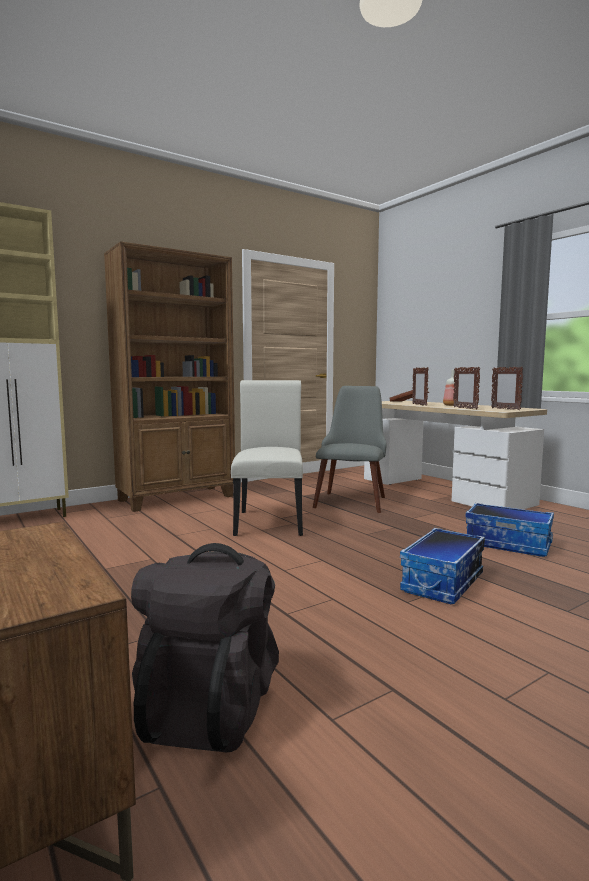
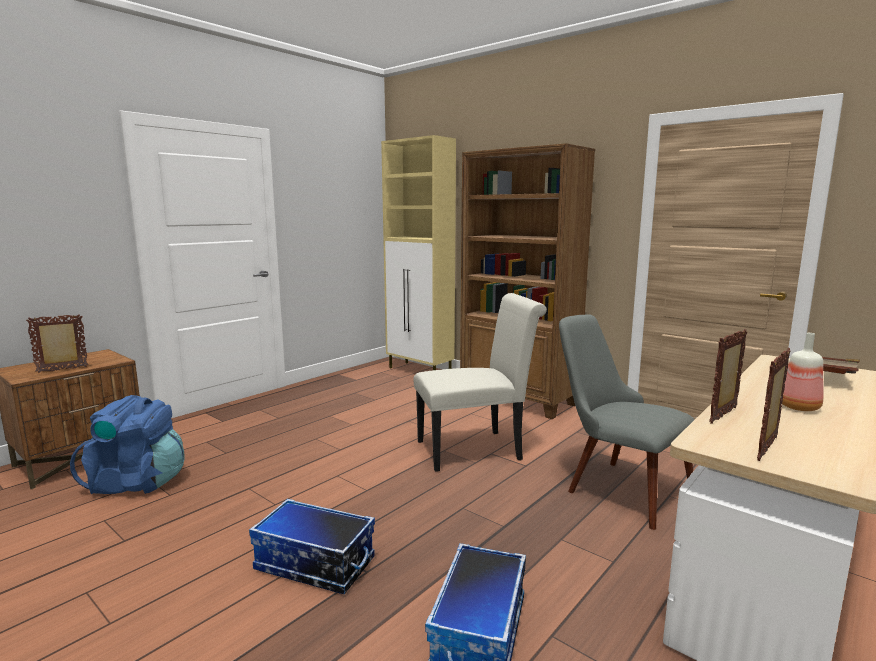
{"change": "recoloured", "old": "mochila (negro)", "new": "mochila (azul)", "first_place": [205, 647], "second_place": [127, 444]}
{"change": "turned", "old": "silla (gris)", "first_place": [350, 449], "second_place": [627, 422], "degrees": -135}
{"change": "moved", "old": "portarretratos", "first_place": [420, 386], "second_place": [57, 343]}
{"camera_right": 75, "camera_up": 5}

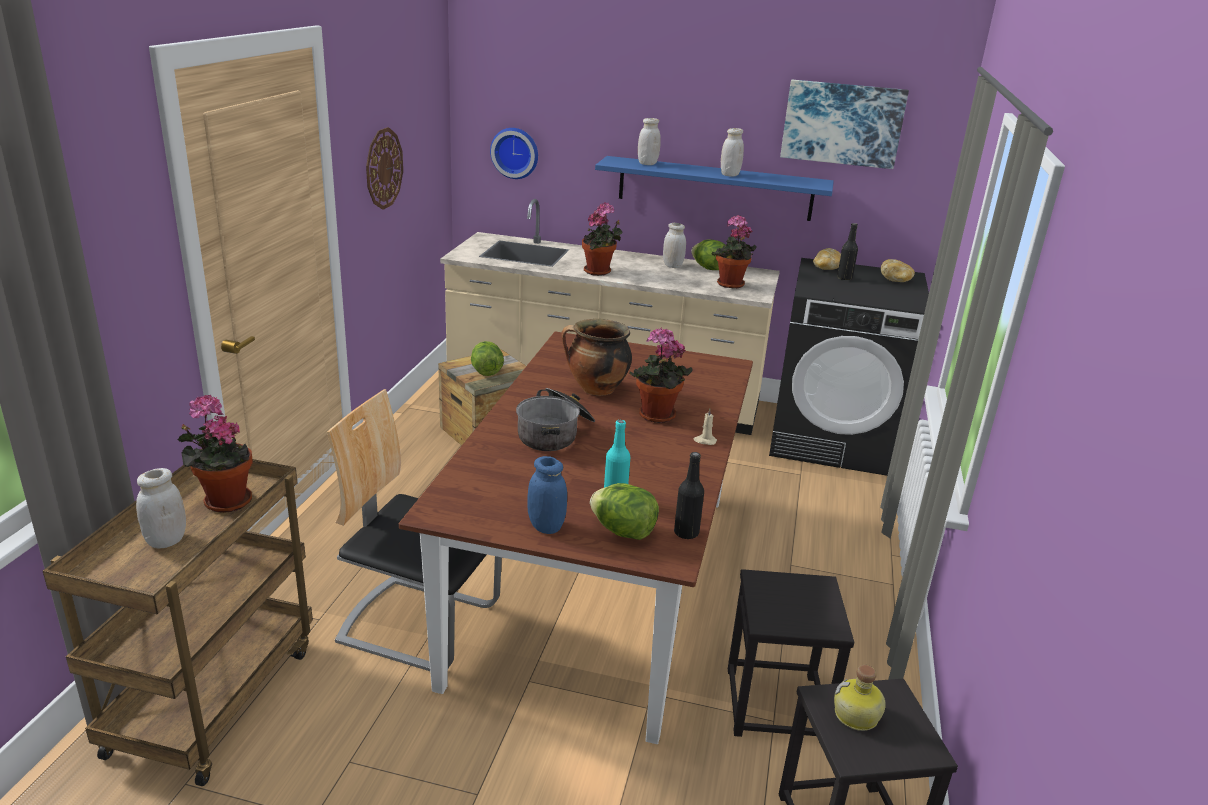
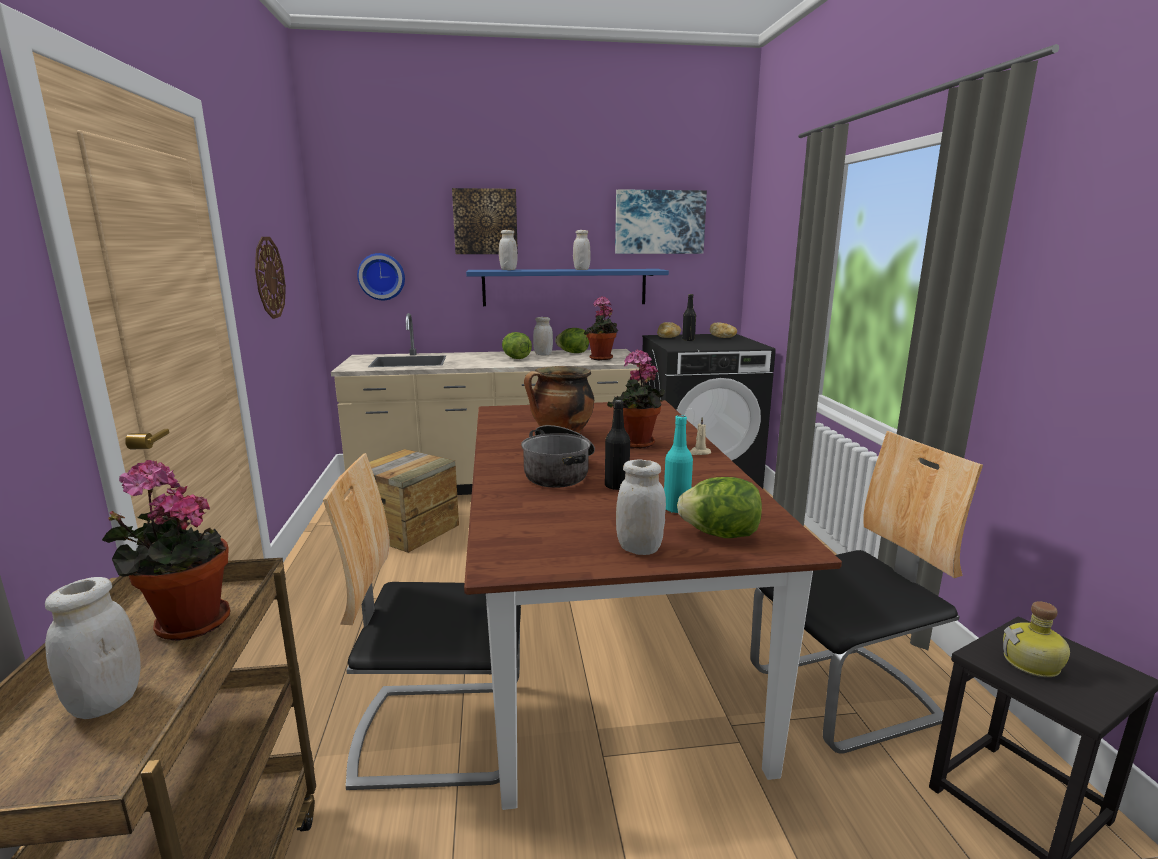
{"change": "moved", "old": "lechuga", "first_place": [487, 358], "second_place": [517, 345]}
{"change": "recoloured", "old": "tarro (azul)", "new": "tarro (blanco)", "first_place": [547, 495], "second_place": [641, 507]}
{"change": "removed", "old": "planta en maceta", "first_place": [602, 239]}
{"change": "moved", "old": "botella (negro)", "first_place": [689, 495], "second_place": [617, 445]}
{"change": "replaced", "old": "taburete (negro)", "new": "silla", "first_place": [791, 653], "second_place": [866, 592]}
{"change": "added", "new": "cuadro", "second_place": [485, 221]}
{"camera_right": -20, "camera_up": -10}

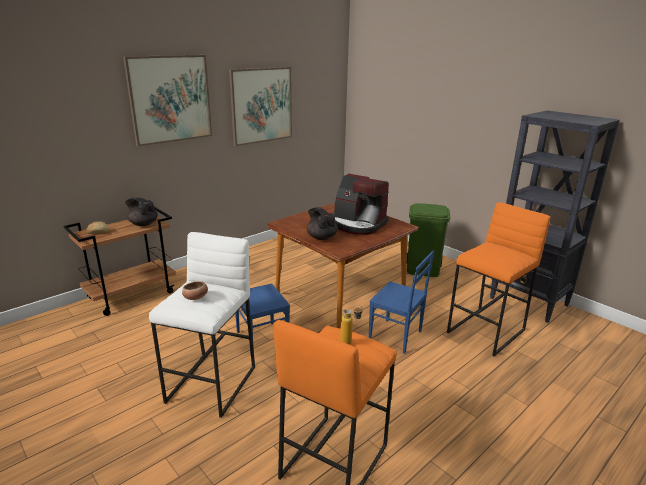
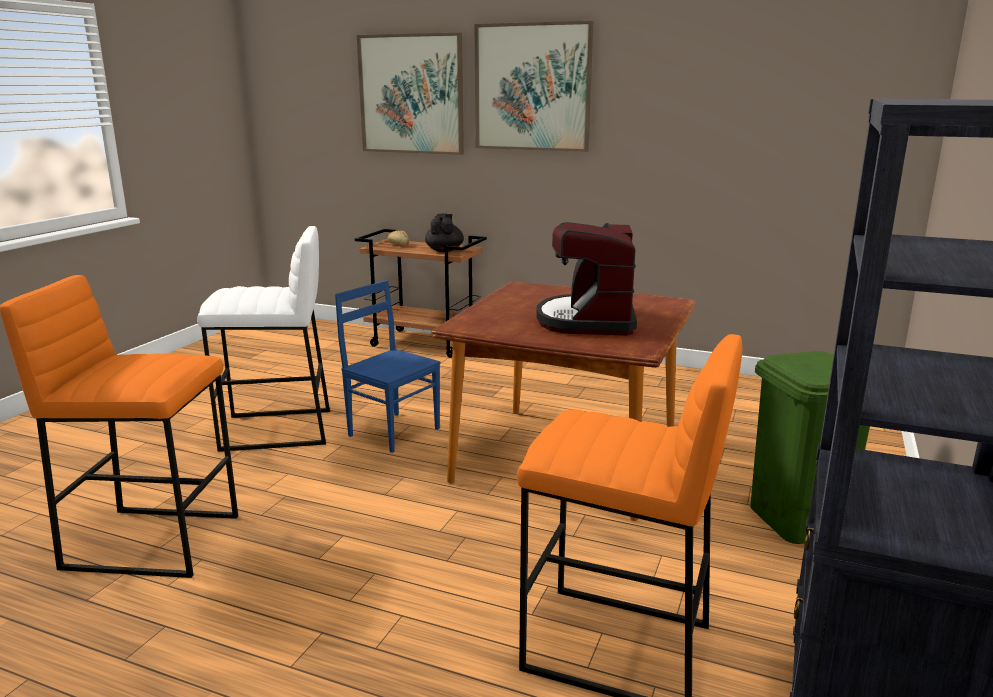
{"change": "removed", "old": "cuenco", "first_place": [195, 290]}
{"change": "moved", "old": "cuadro", "first_place": [260, 106], "second_place": [410, 94]}
{"change": "removed", "old": "tetera (negro)", "first_place": [322, 223]}
{"change": "removed", "old": "botella", "first_place": [351, 325]}
{"change": "removed", "old": "silla (azul)", "first_place": [401, 302]}
{"camera_right": 65, "camera_up": -5}

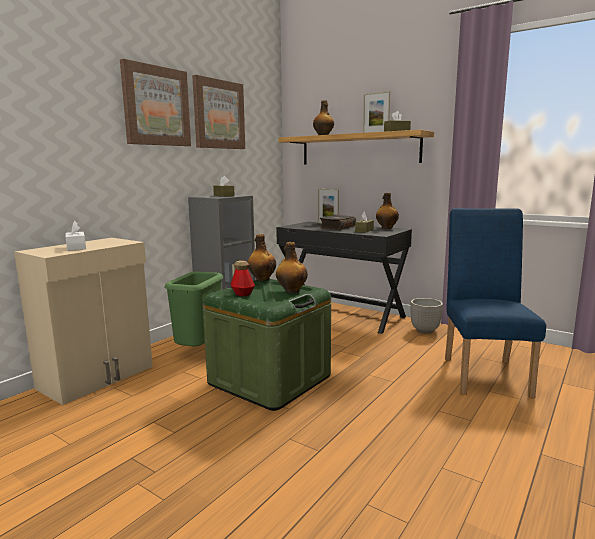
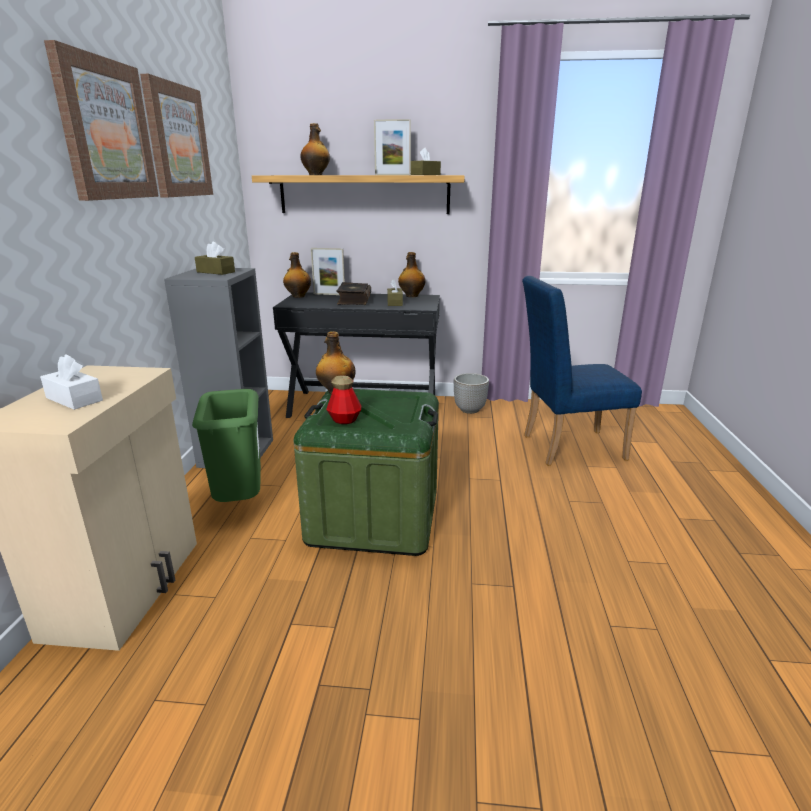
{"change": "moved", "old": "botella", "first_place": [292, 267], "second_place": [297, 275]}
{"change": "turned", "old": "silla (azul)", "first_place": [495, 303], "second_place": [582, 371], "degrees": -75}
{"camera_right": -30, "camera_up": 10}

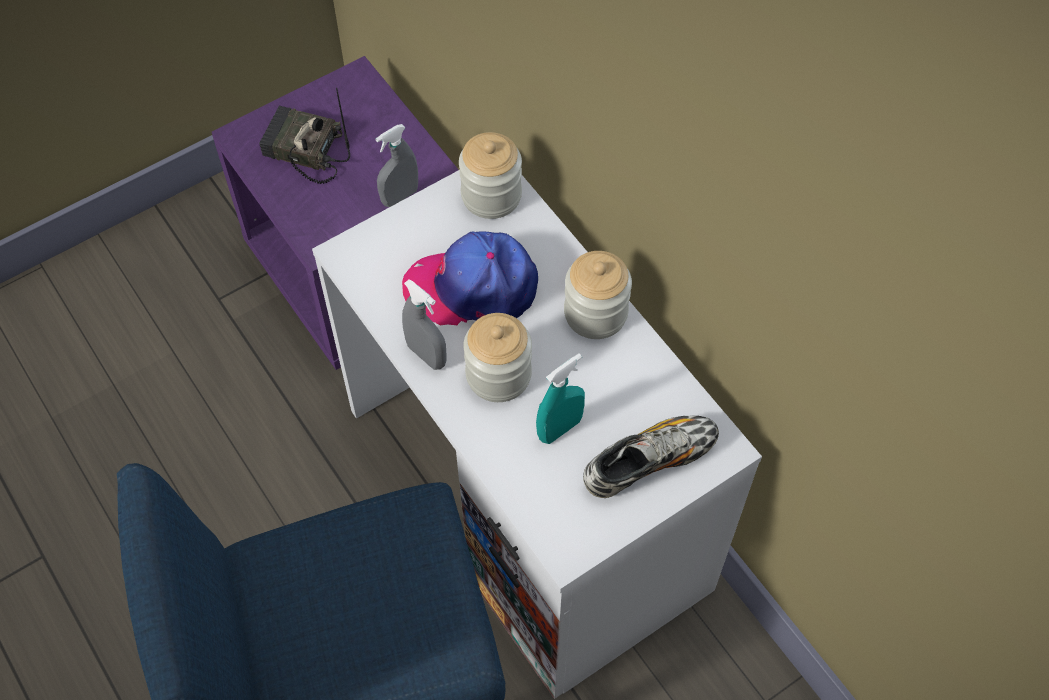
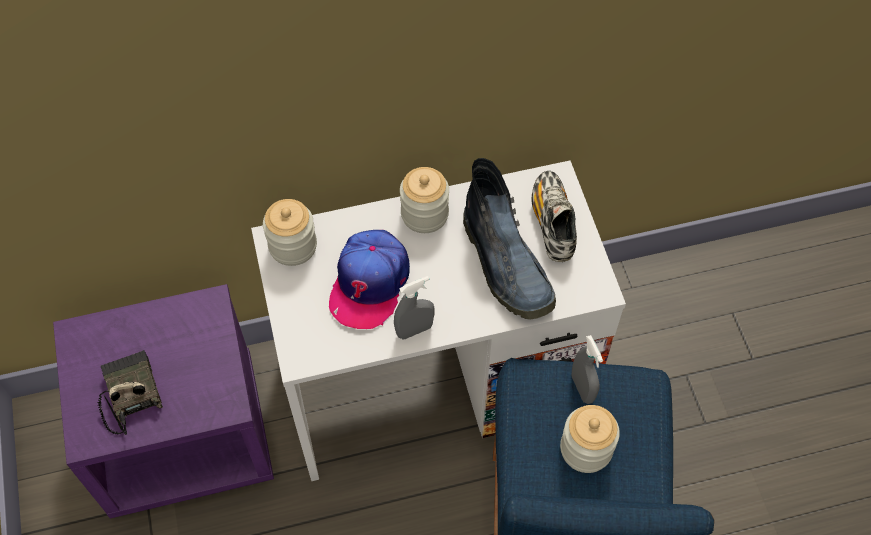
{"change": "turned", "old": "radio", "first_place": [304, 136], "second_place": [130, 392], "degrees": 120}
{"change": "moved", "old": "pulverizador (gris)", "first_place": [396, 165], "second_place": [587, 369]}
{"change": "moved", "old": "tarro", "first_place": [497, 357], "second_place": [590, 439]}
{"change": "replaced", "old": "pulverizador (turquesa)", "new": "bota", "first_place": [560, 398], "second_place": [509, 238]}
{"camera_right": -70, "camera_up": 0}

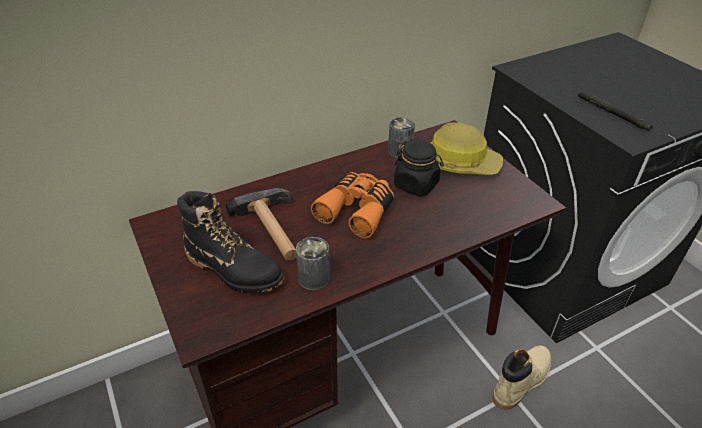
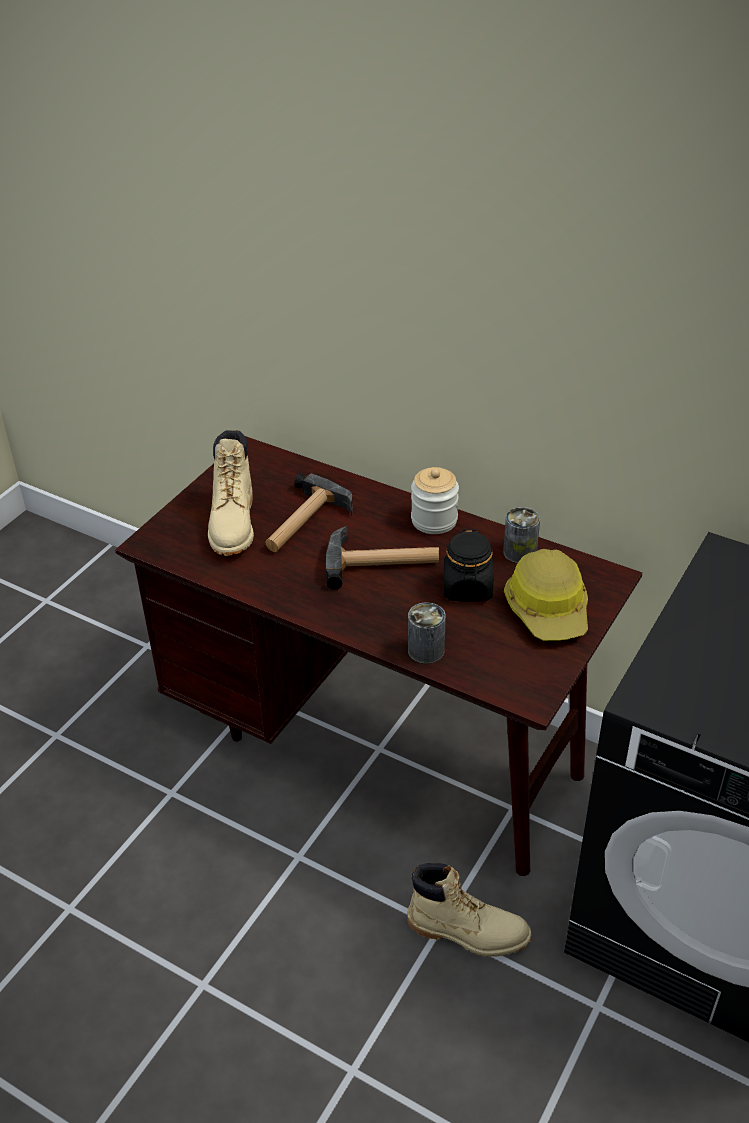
{"change": "recoloured", "old": "bota (negro)", "new": "bota (beis)", "first_place": [230, 242], "second_place": [231, 493]}
{"change": "moved", "old": "lata", "first_place": [313, 263], "second_place": [427, 633]}
{"change": "replaced", "old": "prismáticos (naranja)", "new": "martillo", "first_place": [352, 205], "second_place": [382, 558]}
{"change": "removed", "old": "linterna (negro)", "first_place": [615, 111]}
{"change": "added", "new": "tarro", "second_place": [435, 500]}
{"camera_right": 60, "camera_up": 0}

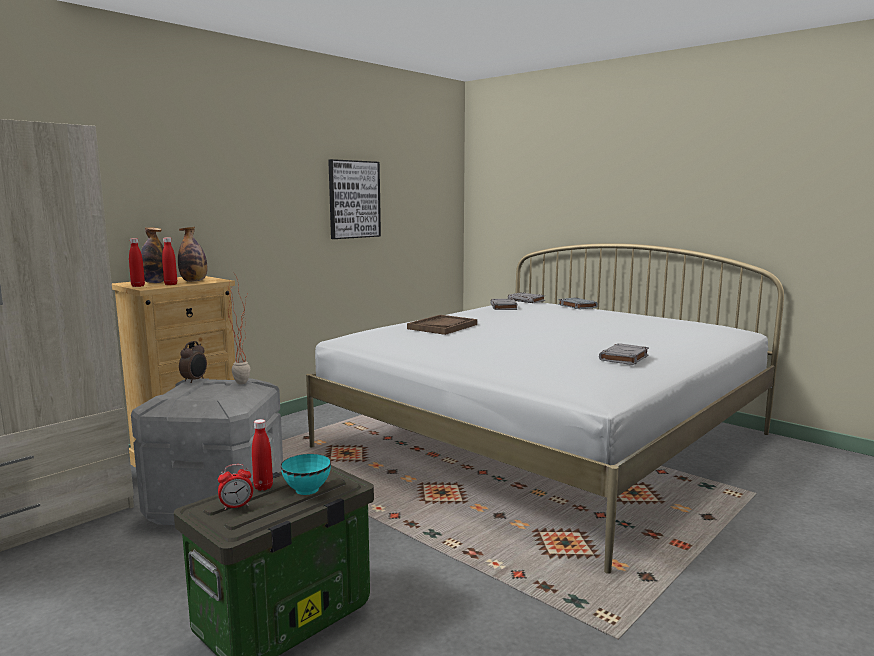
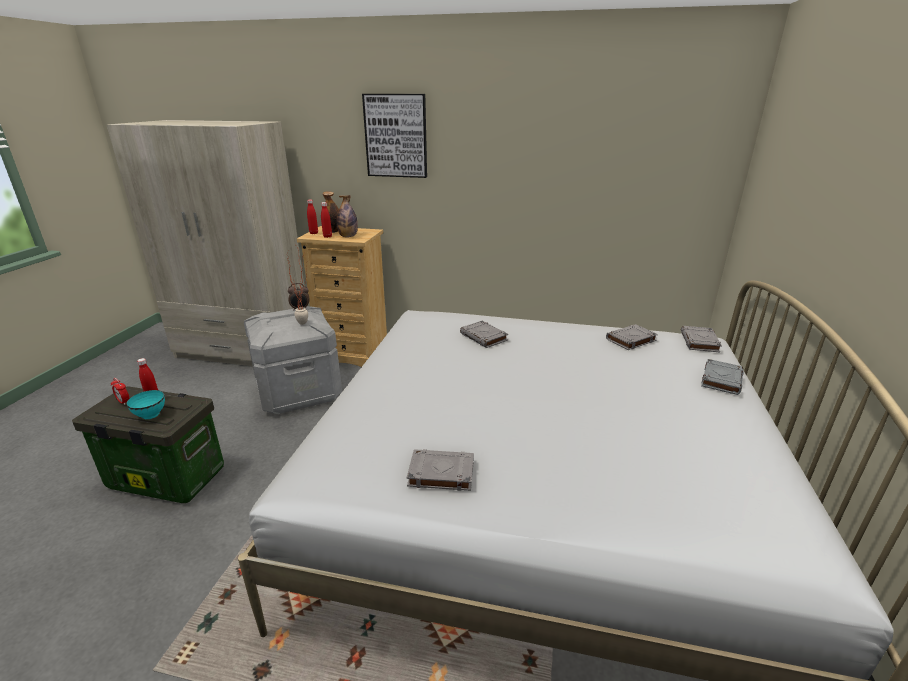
{"change": "moved", "old": "cuadro", "first_place": [354, 199], "second_place": [394, 136]}
{"change": "replaced", "old": "bandeja (marrón)", "new": "libro (gris)", "first_place": [442, 325], "second_place": [484, 334]}
{"camera_right": 60, "camera_up": 15}

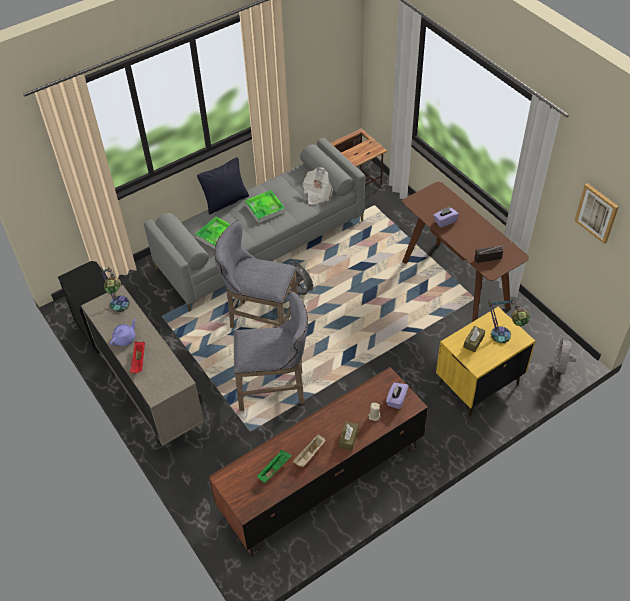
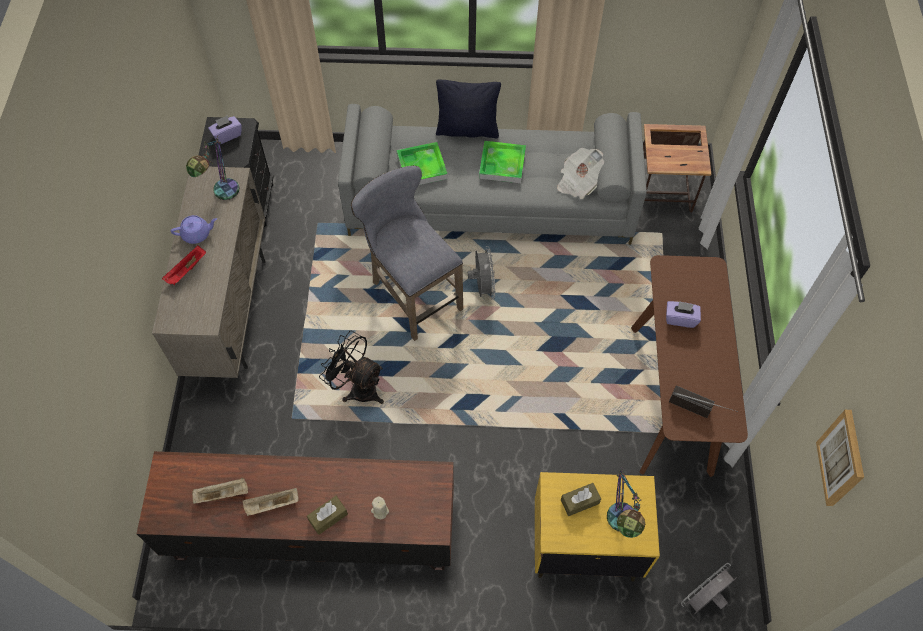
{"change": "replaced", "old": "taburete (gris)", "new": "ventilador (negro)", "first_place": [271, 351], "second_place": [351, 367]}
{"change": "recoloured", "old": "bandeja (verde)", "new": "bandeja (beis)", "first_place": [274, 466], "second_place": [220, 491]}
{"change": "moved", "old": "caja de pañuelos (morado)", "first_place": [397, 395], "second_place": [225, 130]}
{"camera_right": 35, "camera_up": 10}

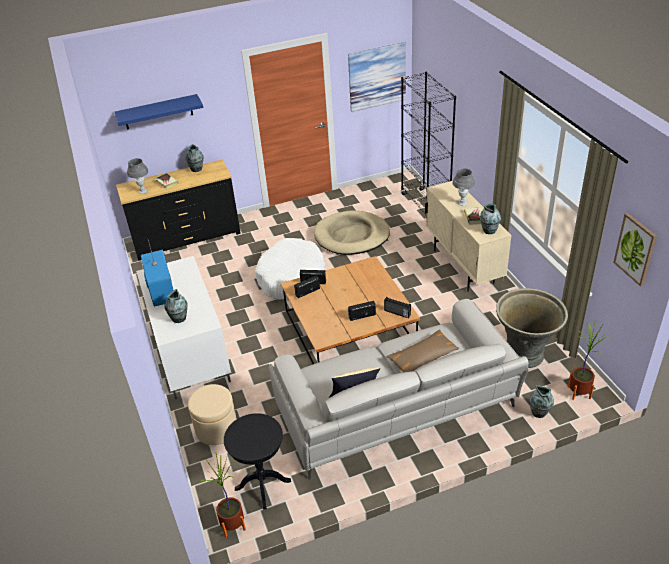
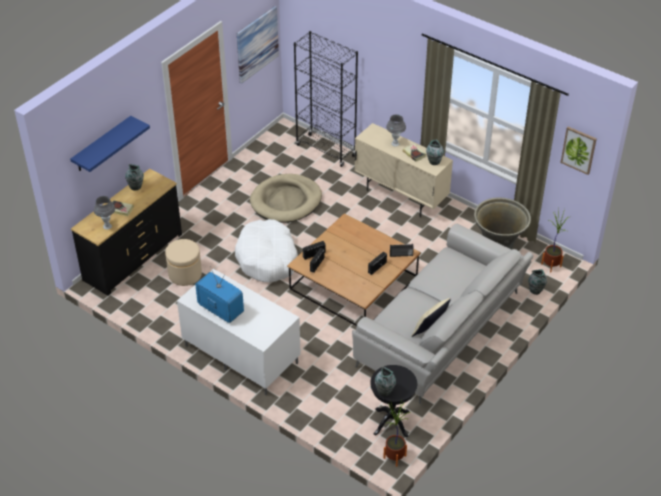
{"change": "moved", "old": "florero", "first_place": [176, 306], "second_place": [385, 381]}
{"change": "moved", "old": "puf (beis)", "first_place": [212, 414], "second_place": [183, 262]}
{"change": "removed", "old": "cojín (marrón)", "first_place": [422, 350]}
{"camera_right": -35, "camera_up": 5}

